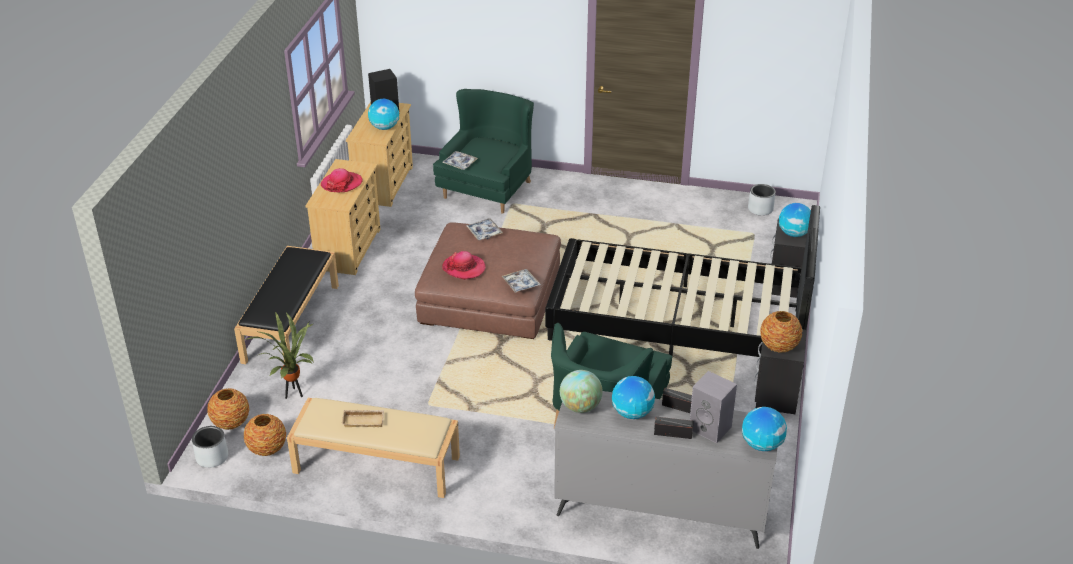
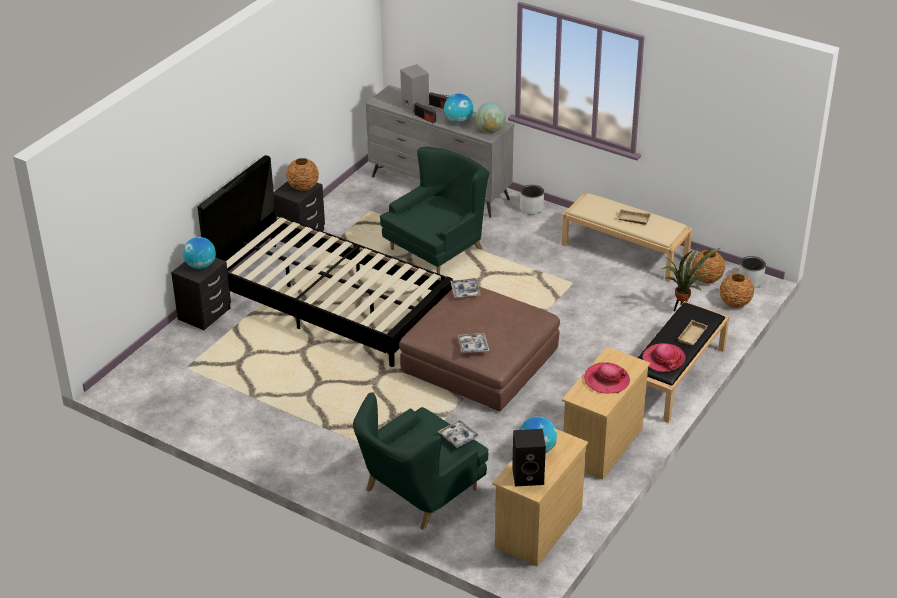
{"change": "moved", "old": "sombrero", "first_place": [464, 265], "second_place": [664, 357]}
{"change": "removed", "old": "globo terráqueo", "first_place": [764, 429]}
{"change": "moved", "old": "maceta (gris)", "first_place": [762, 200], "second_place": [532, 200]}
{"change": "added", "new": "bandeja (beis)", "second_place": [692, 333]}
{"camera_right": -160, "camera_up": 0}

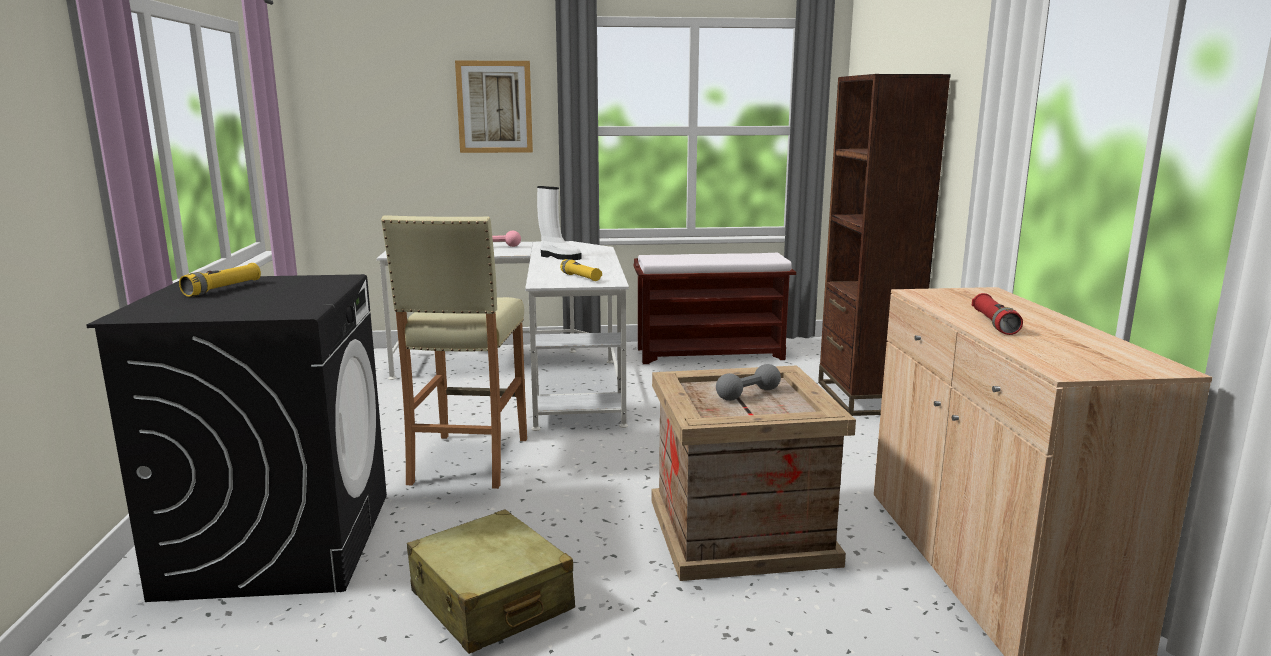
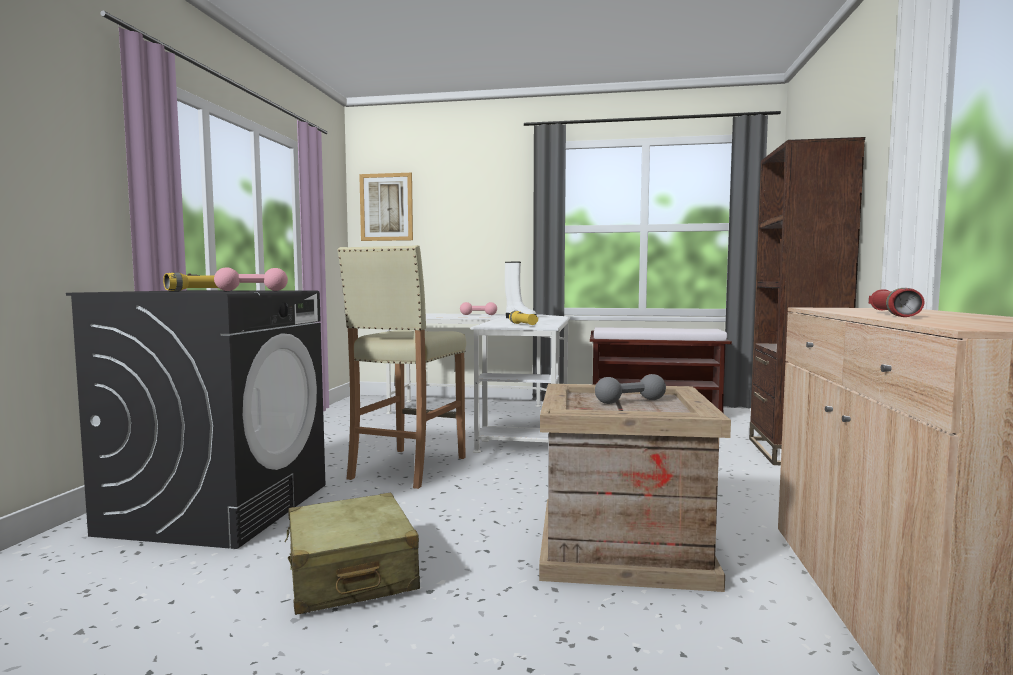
{"change": "moved", "old": "cuadro", "first_place": [494, 107], "second_place": [386, 207]}
{"change": "added", "new": "mancuerna (rosa)", "second_place": [251, 279]}
{"camera_right": 15, "camera_up": -10}

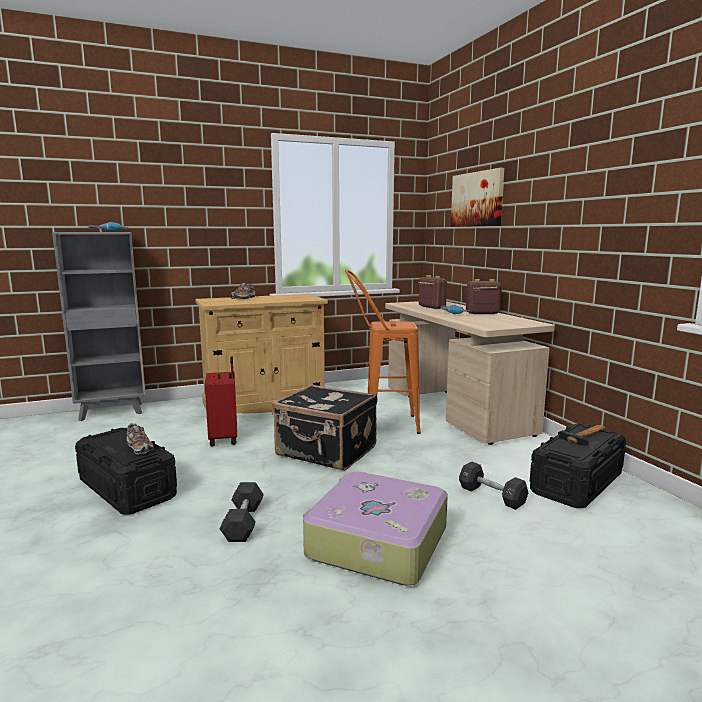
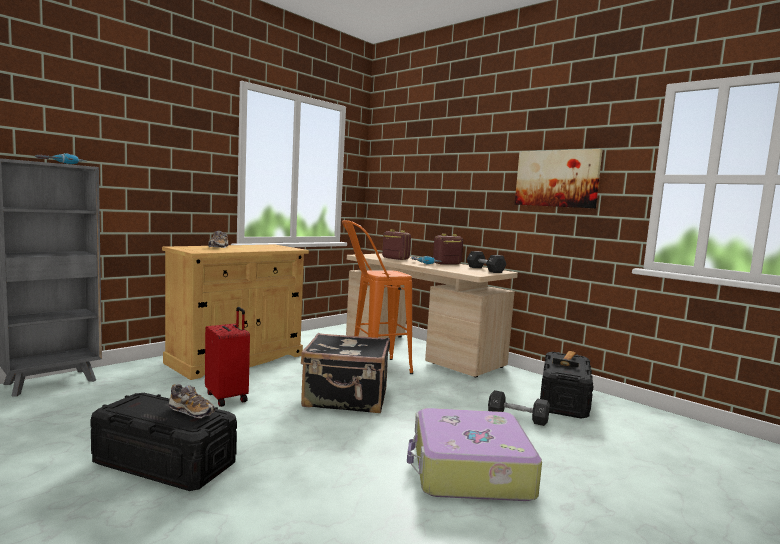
{"change": "moved", "old": "mancuerna (negro)", "first_place": [242, 512], "second_place": [487, 262]}
{"change": "moved", "old": "cuadro", "first_place": [477, 197], "second_place": [558, 178]}
{"camera_right": -25, "camera_up": -5}

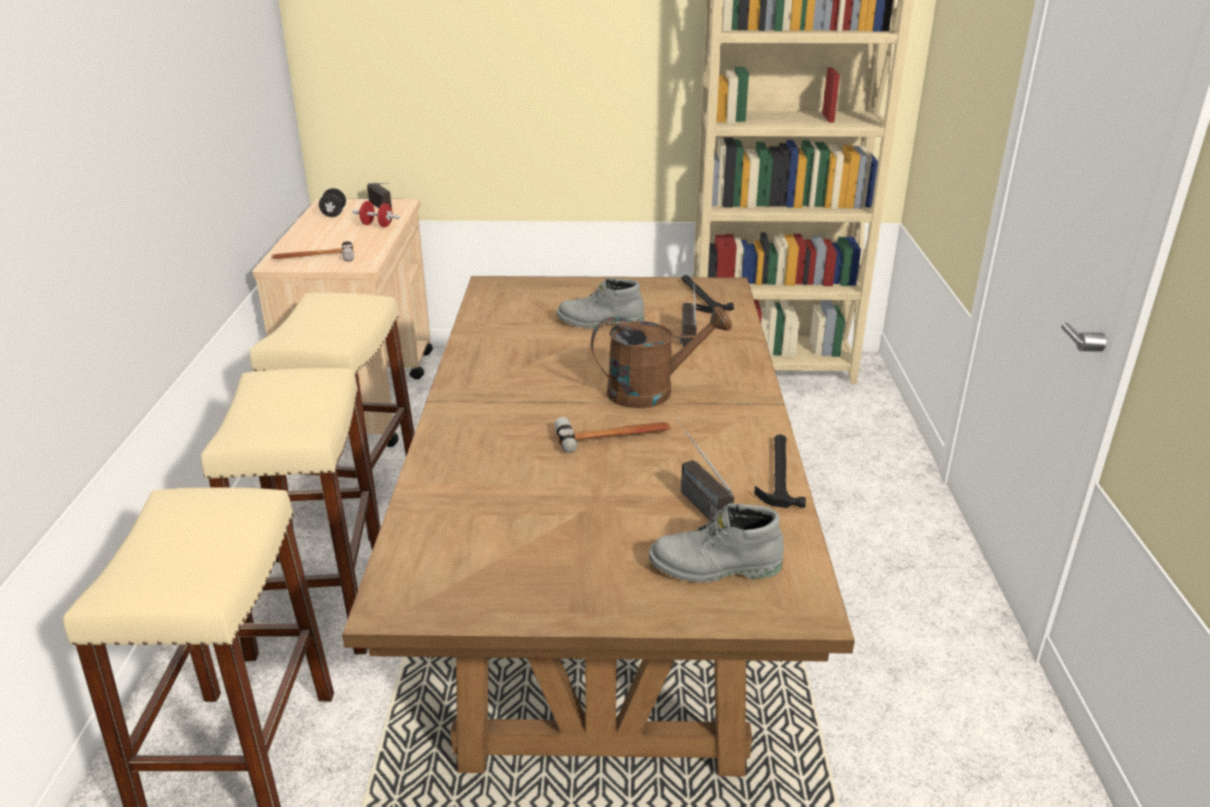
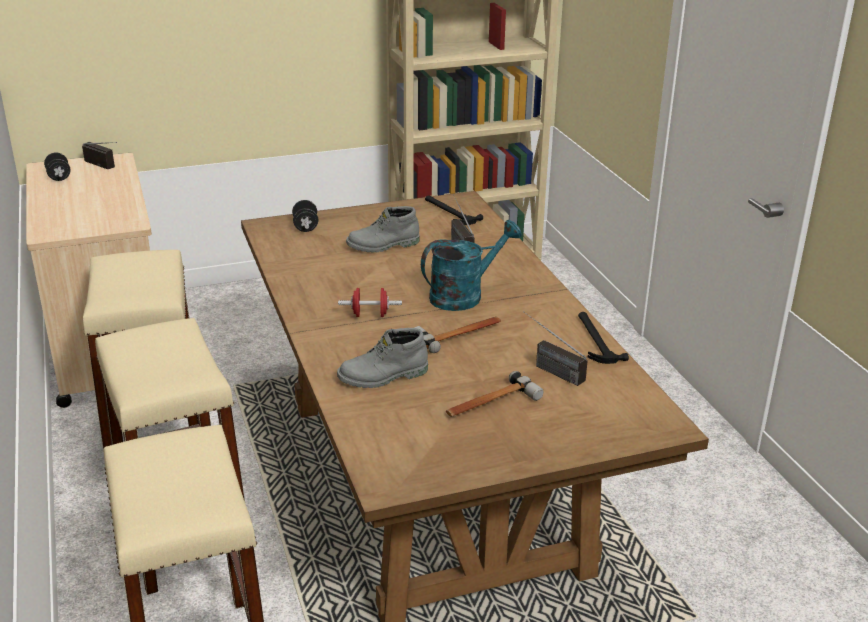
{"change": "moved", "old": "martillo", "first_place": [313, 251], "second_place": [494, 394]}
{"change": "moved", "old": "mancuerna (rojo)", "first_place": [376, 214], "second_place": [370, 302]}
{"change": "recoloured", "old": "regadera (marrón)", "new": "regadera (turquesa)", "first_place": [661, 357], "second_place": [471, 265]}
{"change": "moved", "old": "bota (gris)", "first_place": [716, 543], "second_place": [382, 358]}
{"change": "added", "new": "mancuerna (negro)", "second_place": [305, 216]}
{"camera_right": -20, "camera_up": 0}

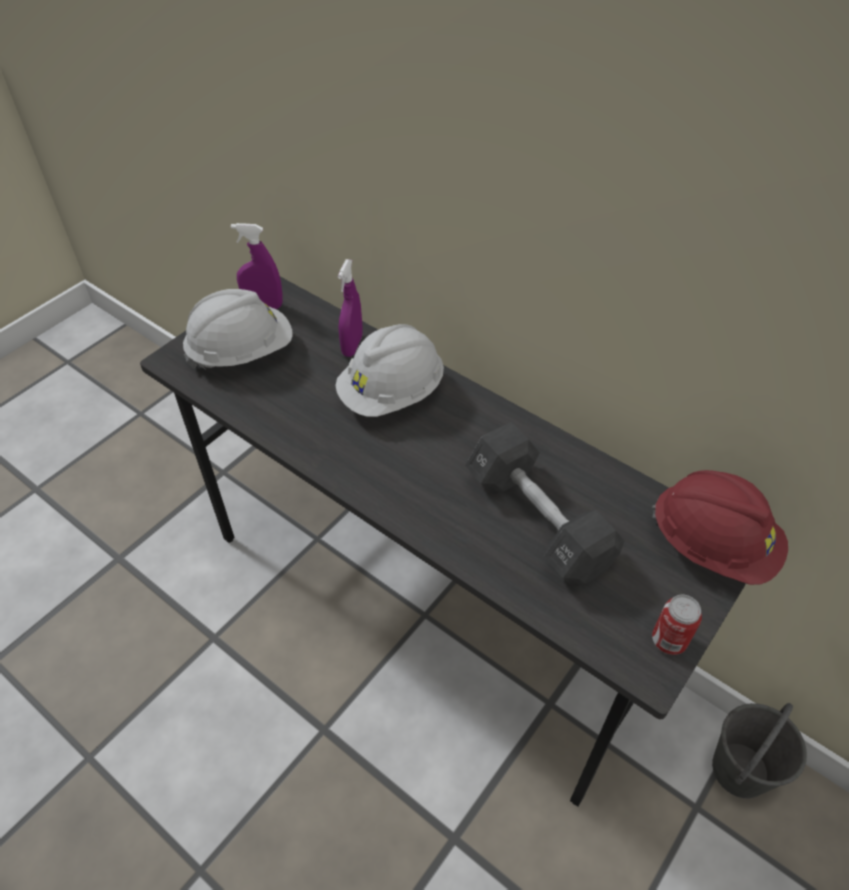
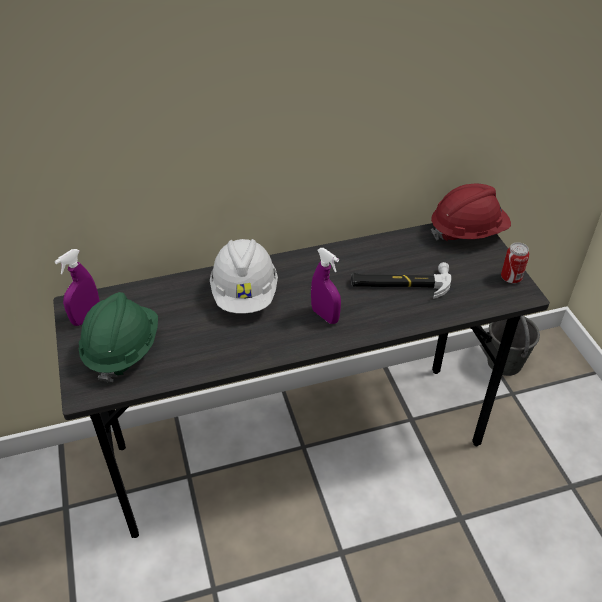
{"change": "recoloured", "old": "casco (blanco)", "new": "casco (verde)", "first_place": [238, 329], "second_place": [118, 337]}
{"change": "moved", "old": "pulverizador (morado)", "first_place": [350, 308], "second_place": [326, 286]}
{"change": "replaced", "old": "mancuerna (negro)", "new": "martillo", "first_place": [544, 504], "second_place": [401, 280]}
{"camera_right": -55, "camera_up": -5}

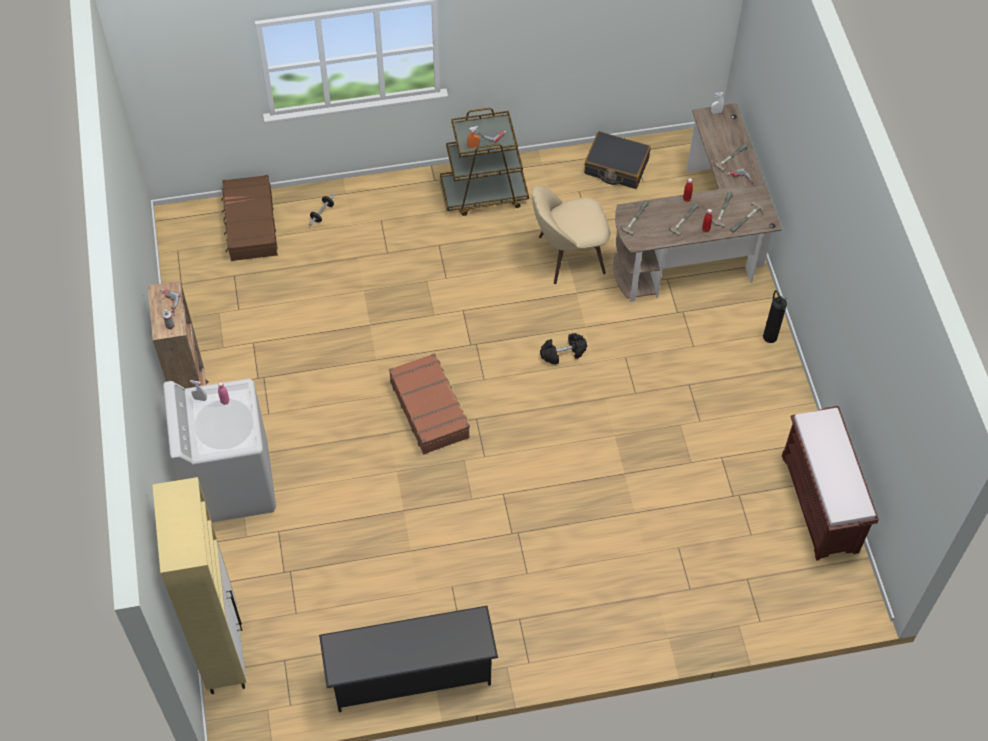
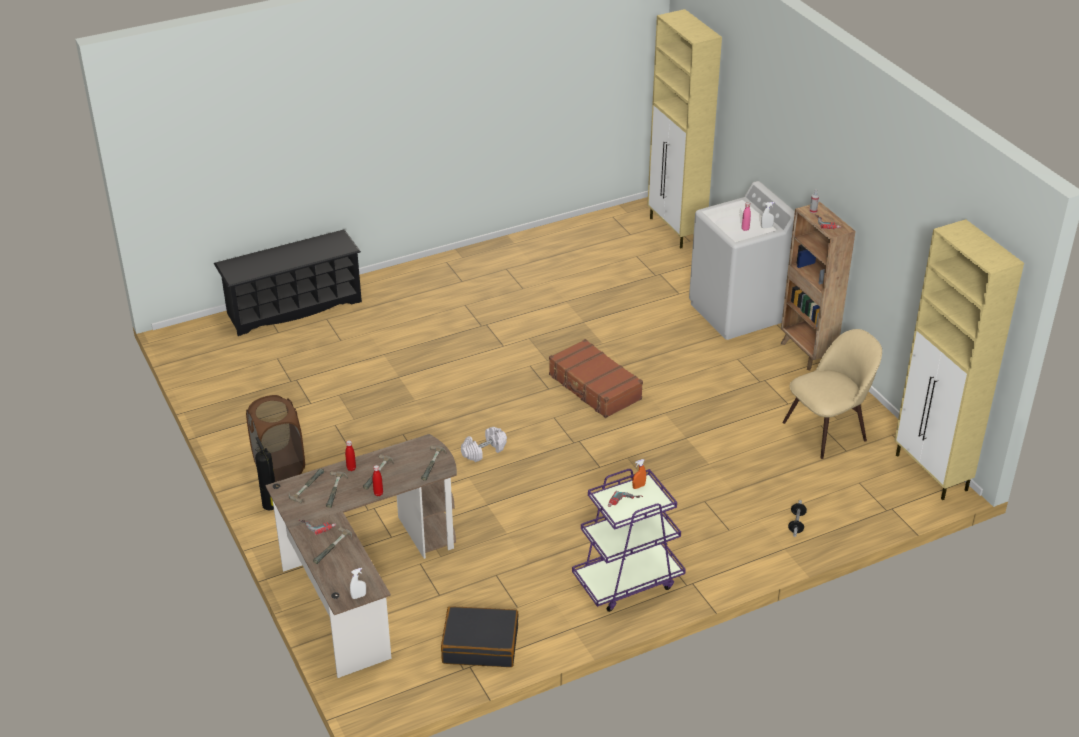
{"change": "removed", "old": "maleta (marrón)", "first_place": [249, 218]}
{"change": "moved", "old": "zapatero (negro)", "first_place": [408, 659], "second_place": [288, 282]}
{"change": "recoloured", "old": "carrito (marrón)", "new": "carrito (morado)", "first_place": [484, 162], "second_place": [629, 540]}
{"change": "moved", "old": "silla (beis)", "first_place": [571, 234], "second_place": [832, 394]}
{"change": "recoloured", "old": "mancuerna (negro)", "new": "mancuerna (blanco)", "first_place": [563, 349], "second_place": [484, 444]}
{"change": "removed", "old": "banco (marrón)", "first_place": [830, 483]}
{"change": "added", "new": "cesto de la ropa (marrón)", "second_place": [275, 438]}
{"change": "added", "new": "armario (beis)", "second_place": [959, 359]}
{"camera_right": 165, "camera_up": -20}

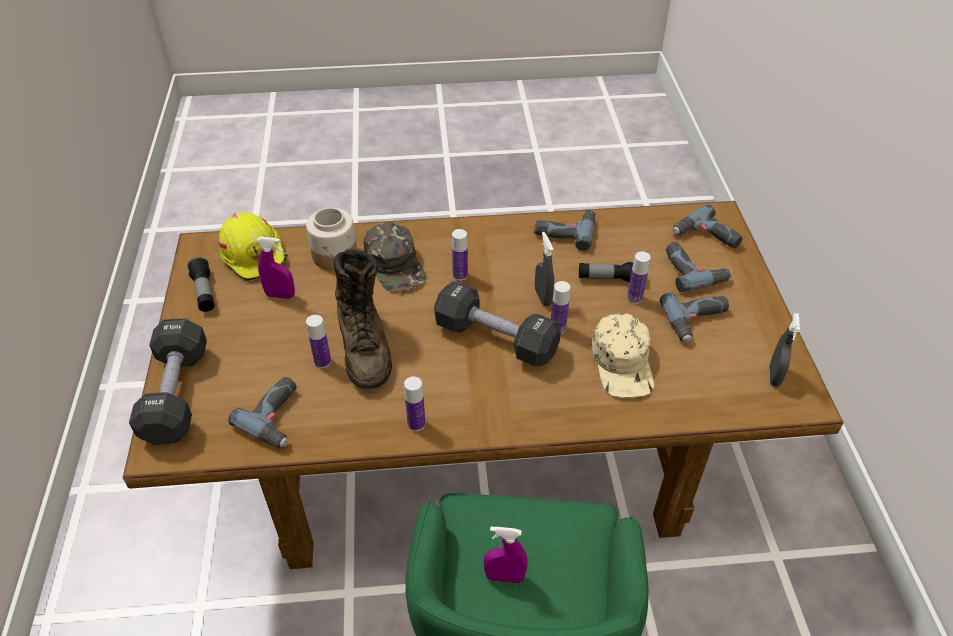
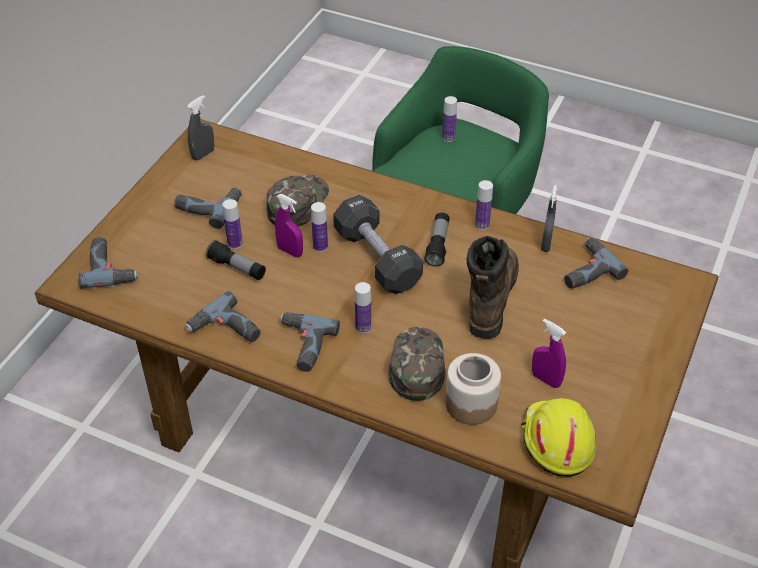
{"change": "removed", "old": "mancuerna (negro)", "first_place": [168, 381]}
{"change": "moved", "old": "linterna", "first_place": [201, 284], "second_place": [437, 239]}
{"change": "moved", "old": "botella", "first_place": [318, 341], "second_place": [449, 119]}
{"change": "moved", "old": "pulverizador (morado)", "first_place": [505, 554], "second_place": [289, 225]}
{"change": "moved", "old": "pulverizador (gris)", "first_place": [544, 269], "second_place": [549, 218]}
{"change": "recoloured", "old": "gorra (beis)", "new": "gorra (verde)", "first_place": [623, 355], "second_place": [297, 201]}
{"change": "moved", "old": "taladro", "first_place": [699, 267], "second_place": [309, 342]}
{"camera_right": -150, "camera_up": 0}

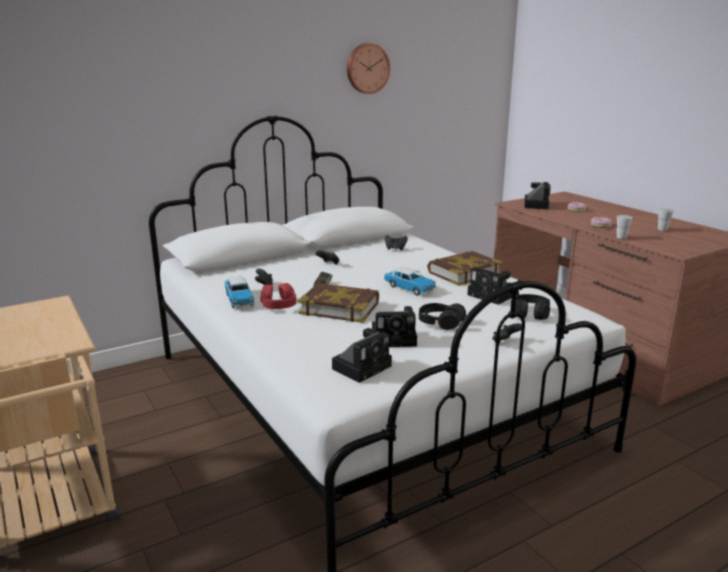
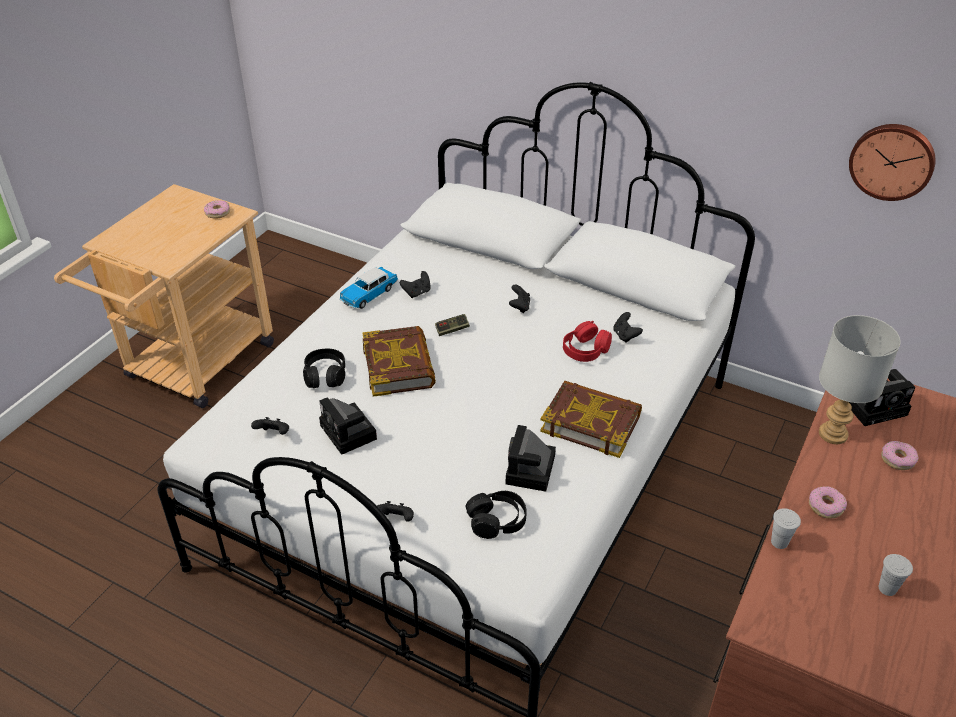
{"change": "moved", "old": "auriculares (rojo)", "first_place": [278, 296], "second_place": [587, 341]}
{"change": "replaced", "old": "cámara", "new": "mando de consola (negro)", "first_place": [362, 355], "second_place": [270, 426]}
{"change": "moved", "old": "reloj de pared", "first_place": [368, 68], "second_place": [892, 162]}
{"change": "removed", "old": "coche de juguete", "first_place": [410, 281]}
{"change": "moved", "old": "auriculares (negro)", "first_place": [442, 316], "second_place": [324, 368]}
{"change": "added", "new": "rosquilla", "second_place": [217, 209]}
{"change": "added", "new": "lámpara de mesa (gris)", "second_place": [860, 379]}
{"camera_right": 60, "camera_up": 20}

